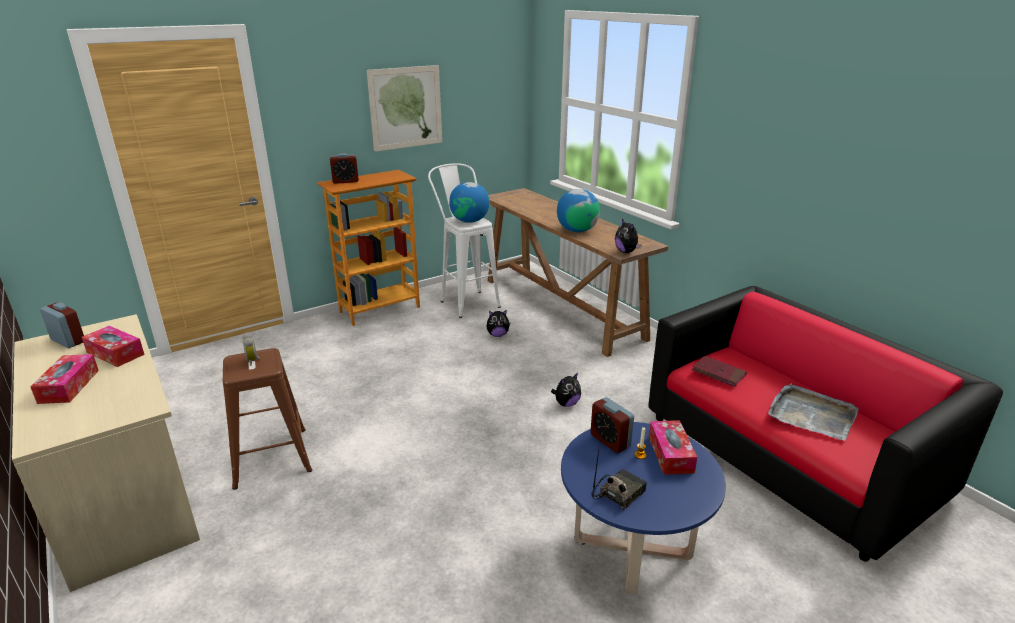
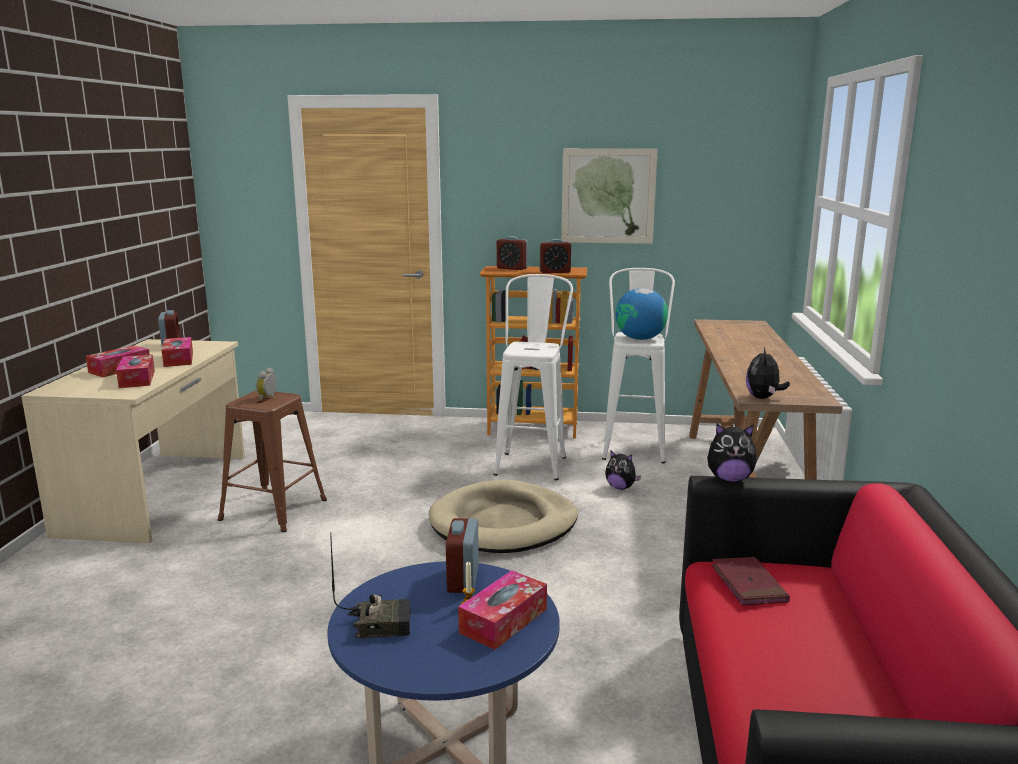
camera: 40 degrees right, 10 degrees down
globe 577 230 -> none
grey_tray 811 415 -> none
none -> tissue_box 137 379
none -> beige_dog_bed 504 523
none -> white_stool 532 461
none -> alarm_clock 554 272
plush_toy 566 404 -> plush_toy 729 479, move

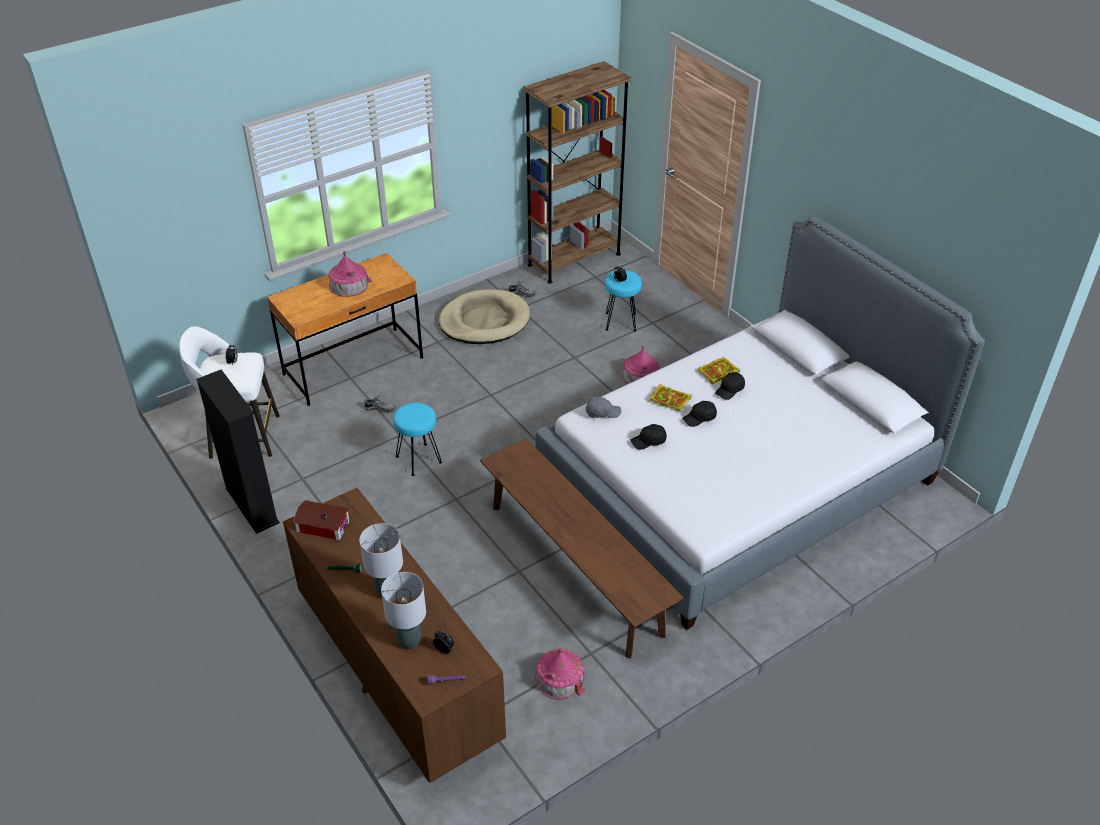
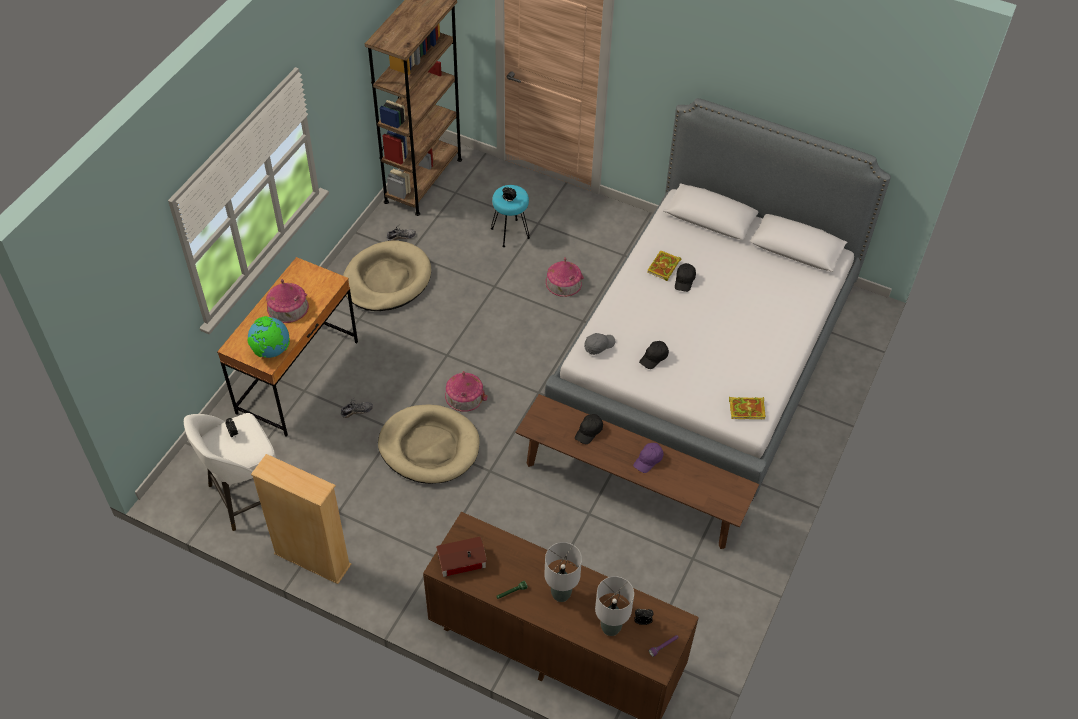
camera: 30 degrees left, 10 degrees up
none -> globe 271 351
none -> purple_cap 648 460
toy_house 559 678 -> toy_house 464 395, move
book 671 400 -> book 747 409, move
black_cap 700 418 -> black_cap 589 431, move
turquoise_stool 418 459 -> beige_dog_bed 429 446
black_bookcase 252 506 -> beige_bookcase 312 559

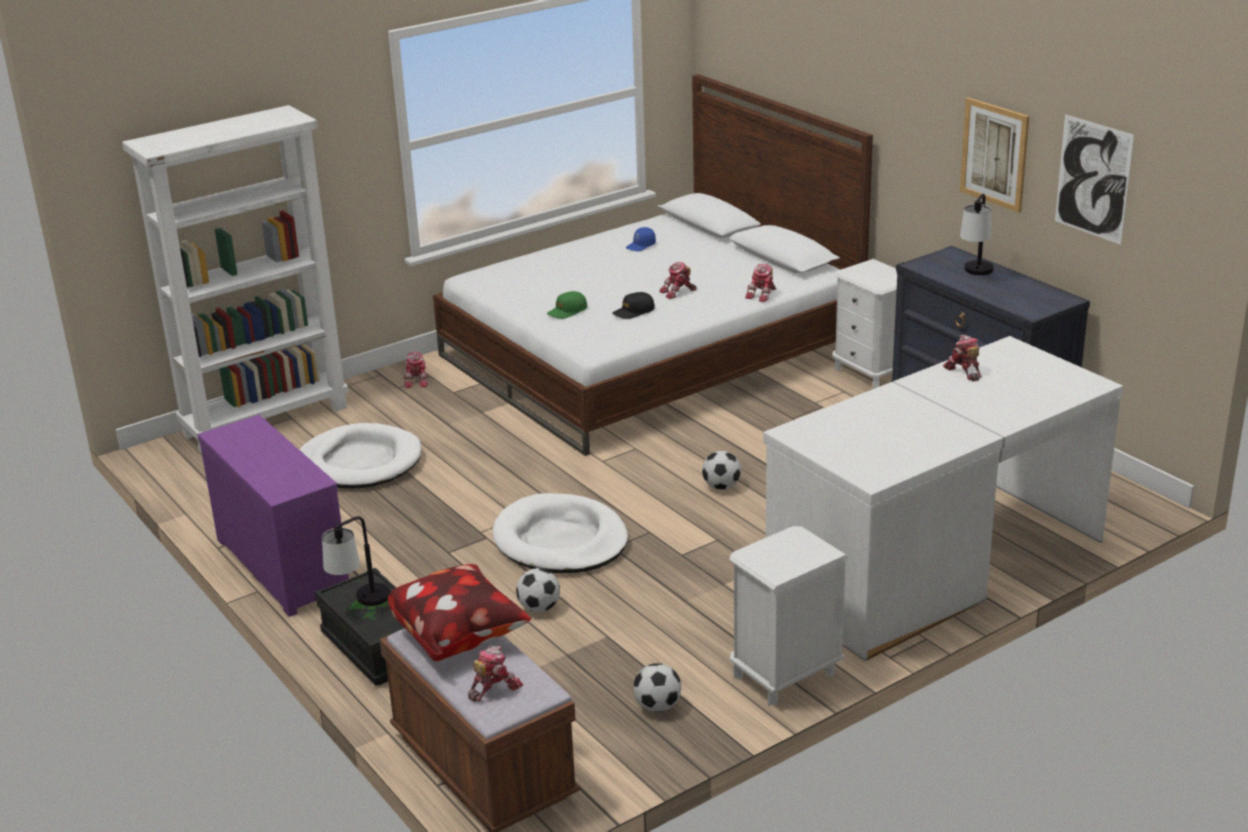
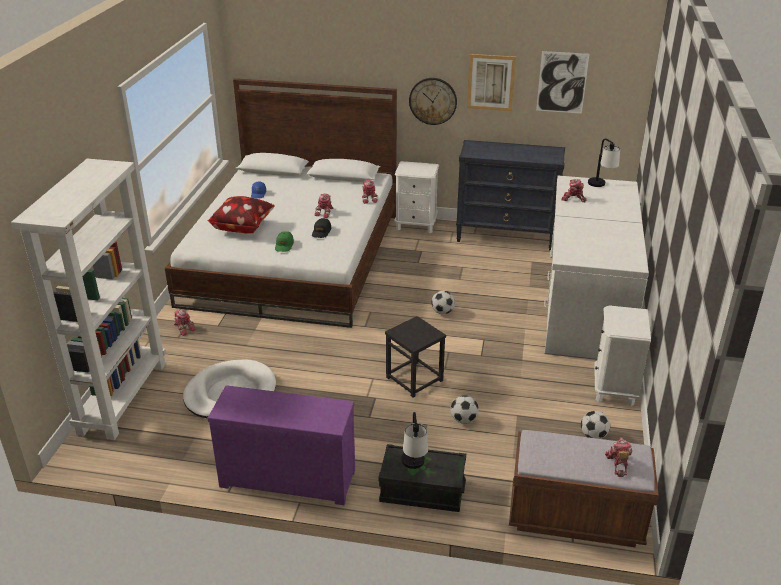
camera: 45 degrees left, 5 degrees up
none -> wall_clock 433 101
pillow 459 636 -> pillow 242 227, move
table_lamp 976 275 -> table_lamp 601 186, move
white_dog_bed 560 540 -> black_stool 415 379

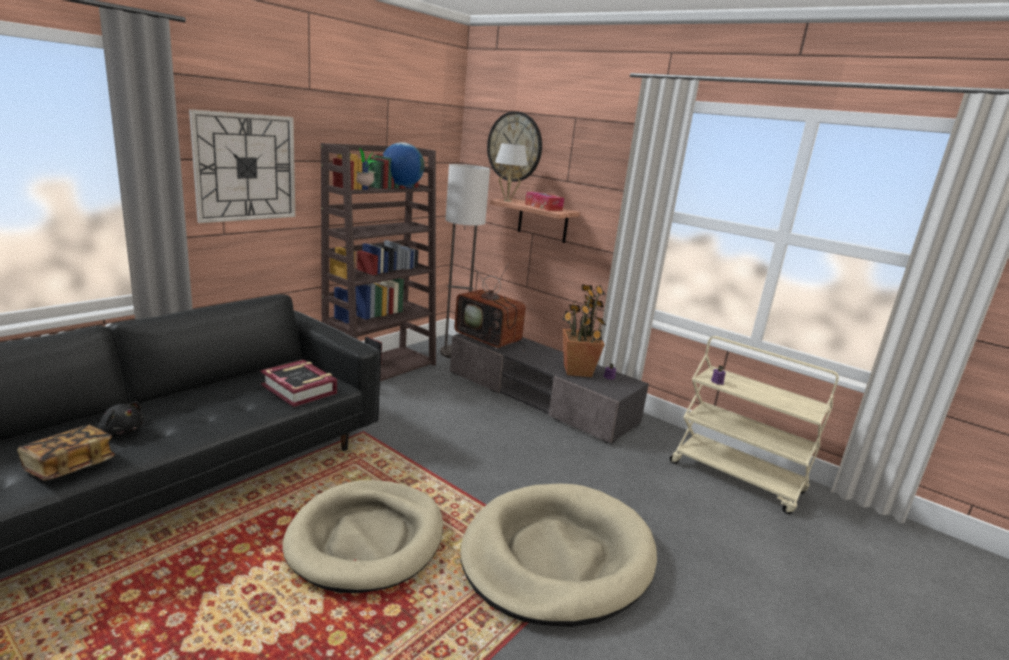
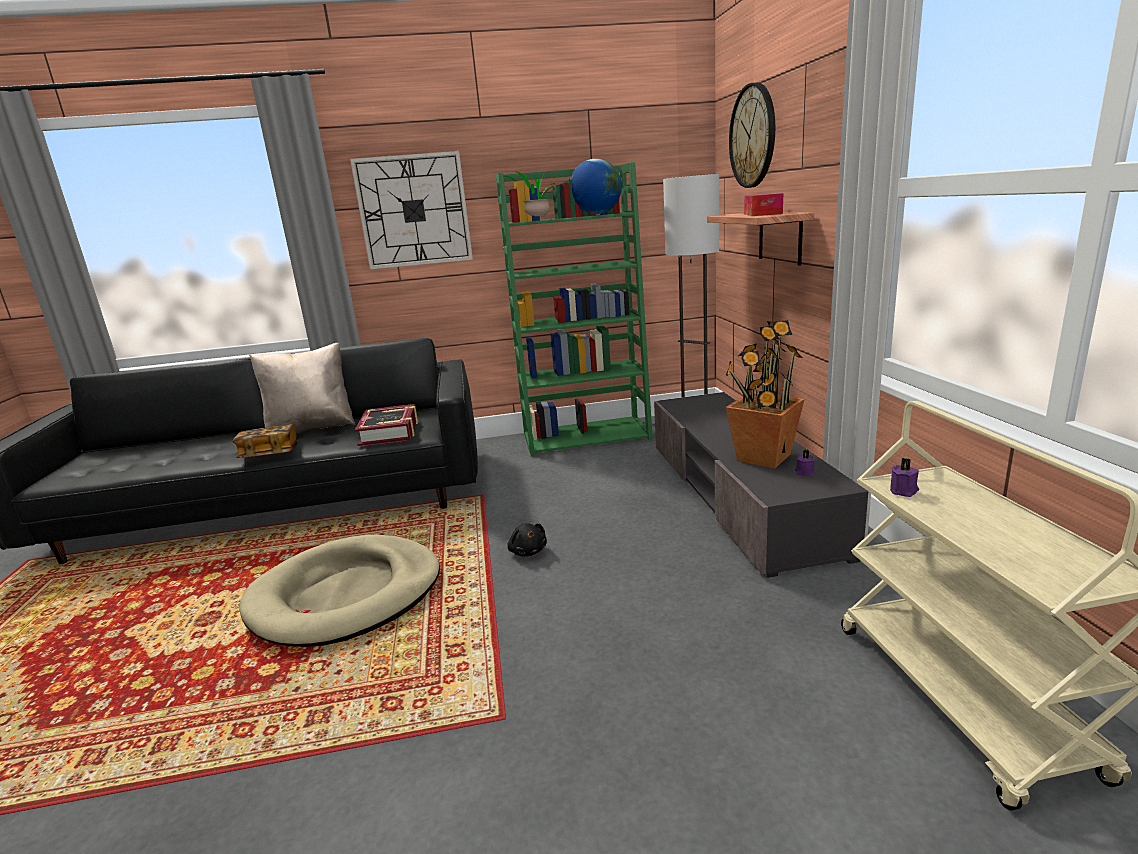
camera: 45 degrees right, 0 degrees up
television 490 340 -> none
beige_dog_bed 557 557 -> none
white_table_lamp 507 201 -> none
none -> beige_pillow 311 428
book 69 466 -> book 269 454, move
black_plush_toy 121 432 -> black_plush_toy 528 551, move
brown_bookcase 381 368 -> green_bookcase 587 436

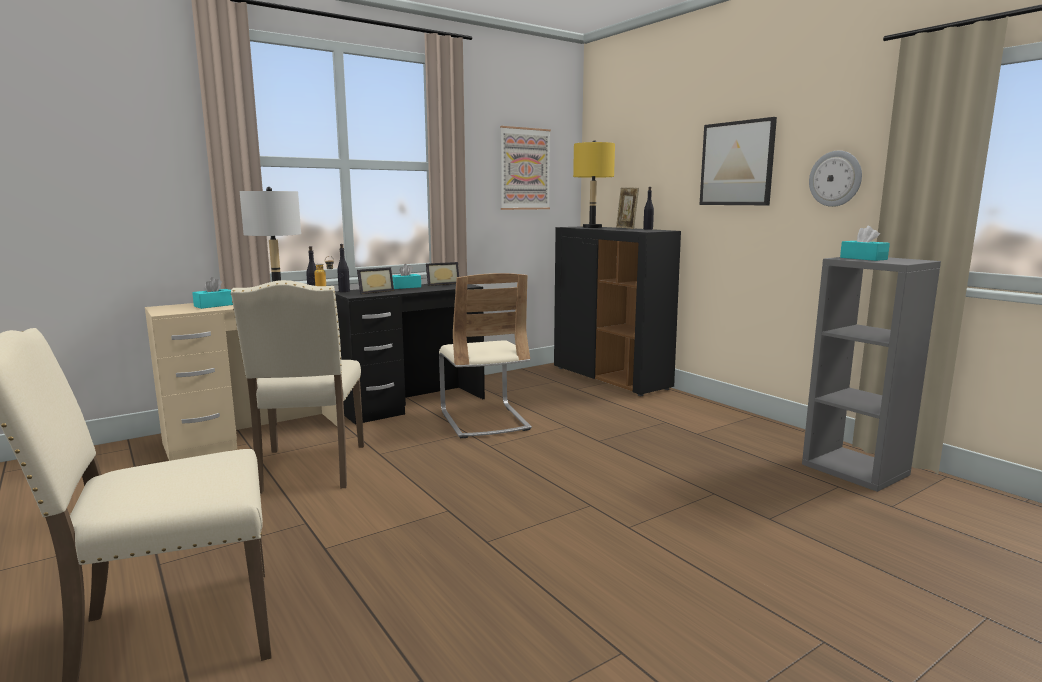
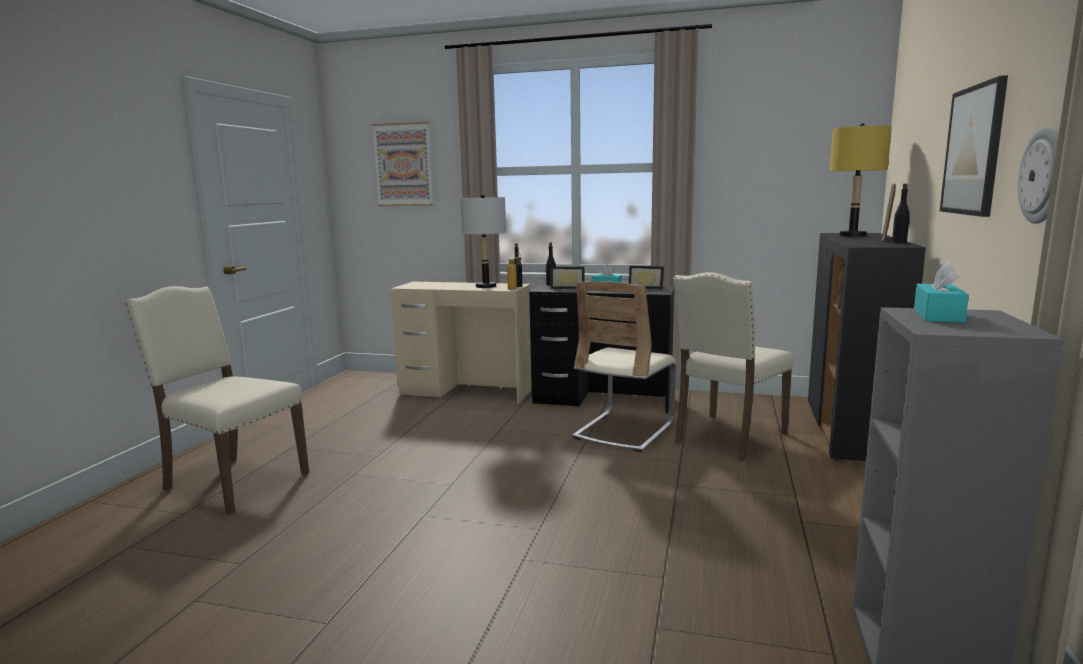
camera: 50 degrees right, 0 degrees up
turquoise_tissue_box 214 305 -> none
beige_chair 310 469 -> beige_chair 727 438, move
picture 524 169 -> picture 403 165, move

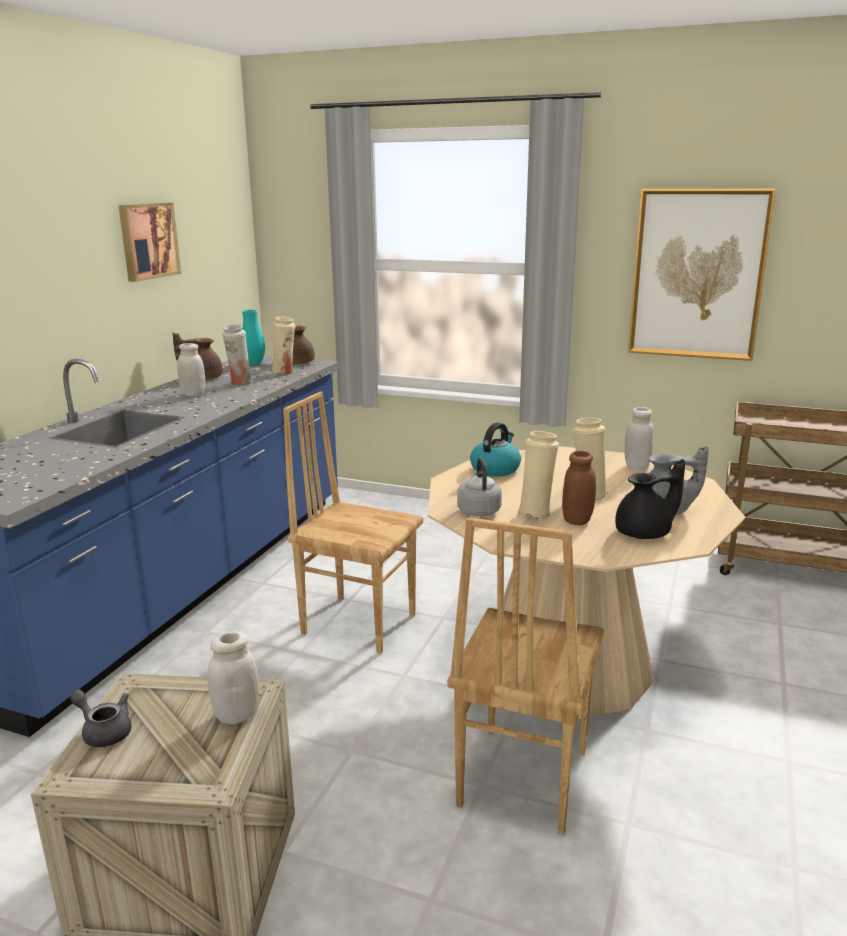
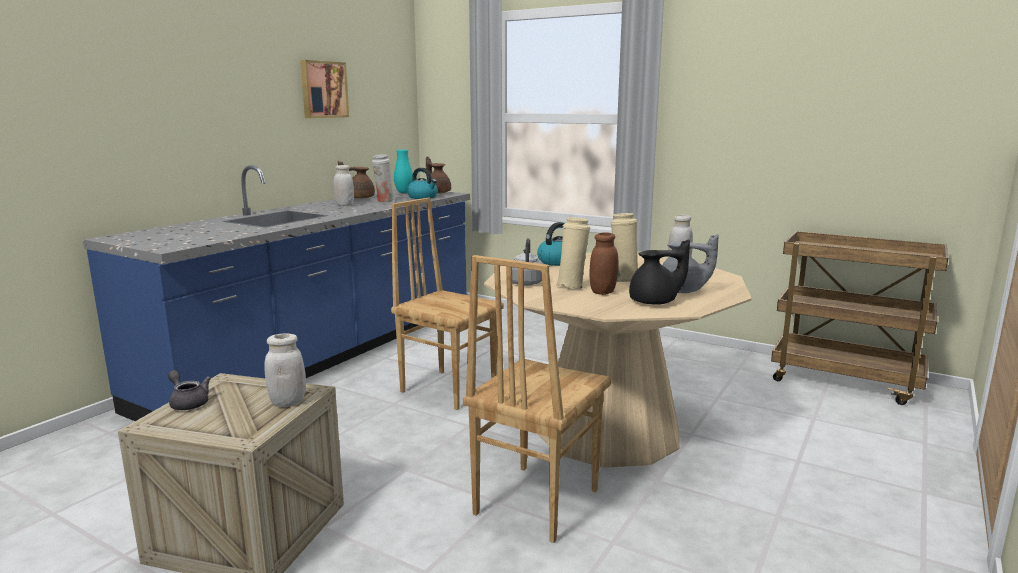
camera: 10 degrees right, 5 degrees down
picture 697 274 -> none
beige_vase 285 373 -> kettle 423 197

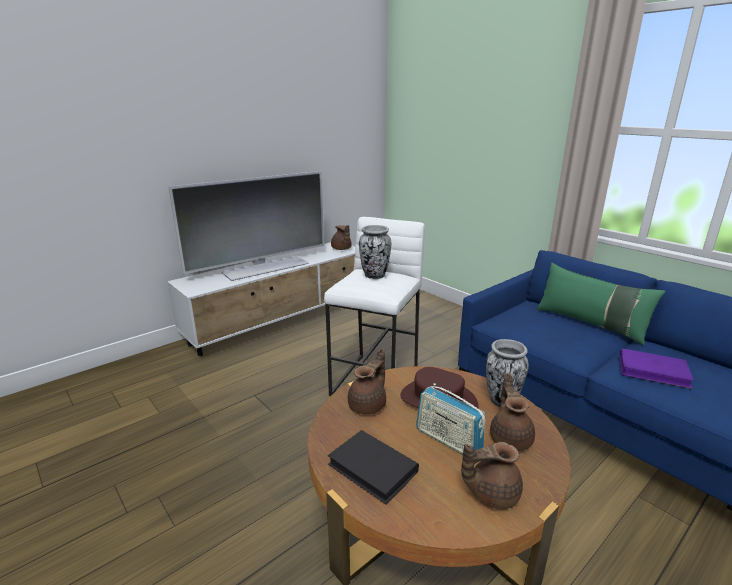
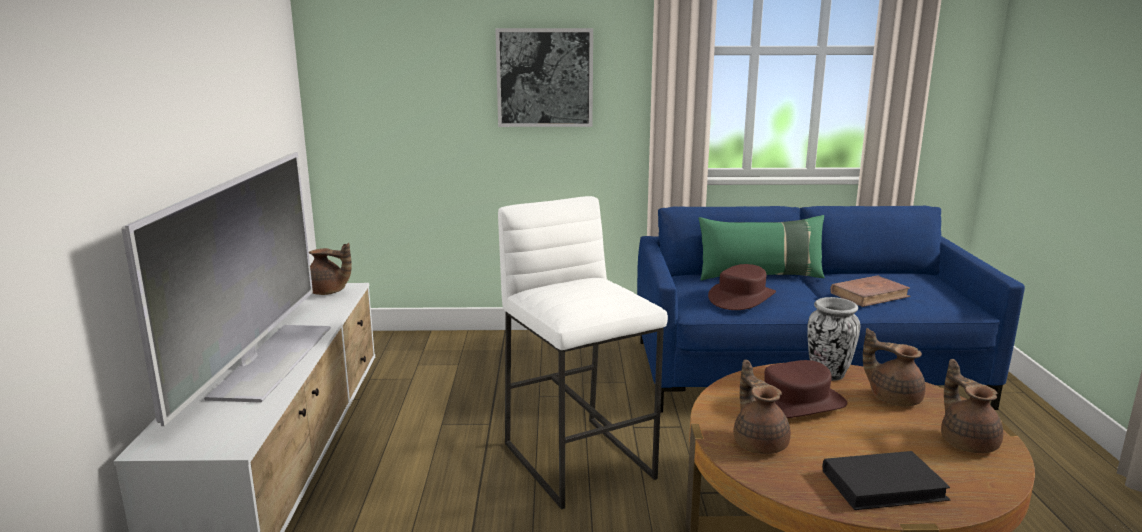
camera: 50 degrees left, 5 degrees down
vase 374 276 -> none
radio 448 440 -> none
none -> picture 545 77
none -> brown_hat 741 297
purple_book 653 371 -> brown_book 869 295
brown_teapot 491 493 -> brown_teapot 967 442, 135 degrees clockwise

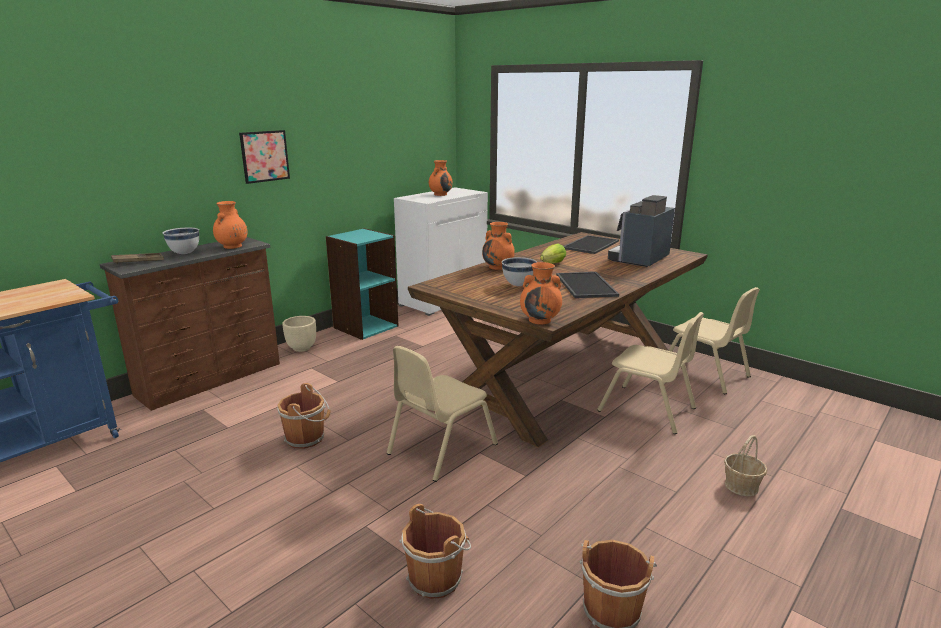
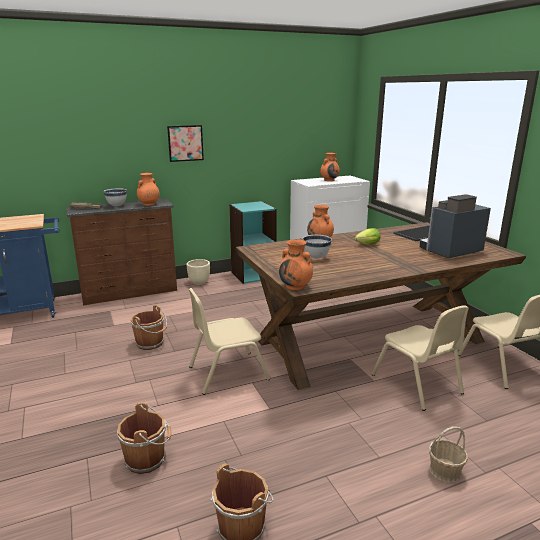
camera: 25 degrees right, 0 degrees up
tray 584 285 -> none

